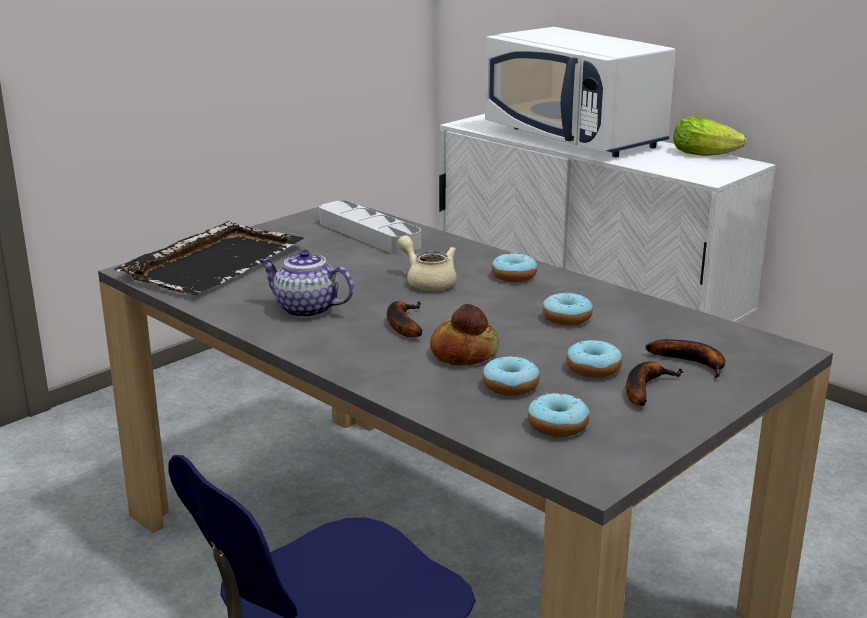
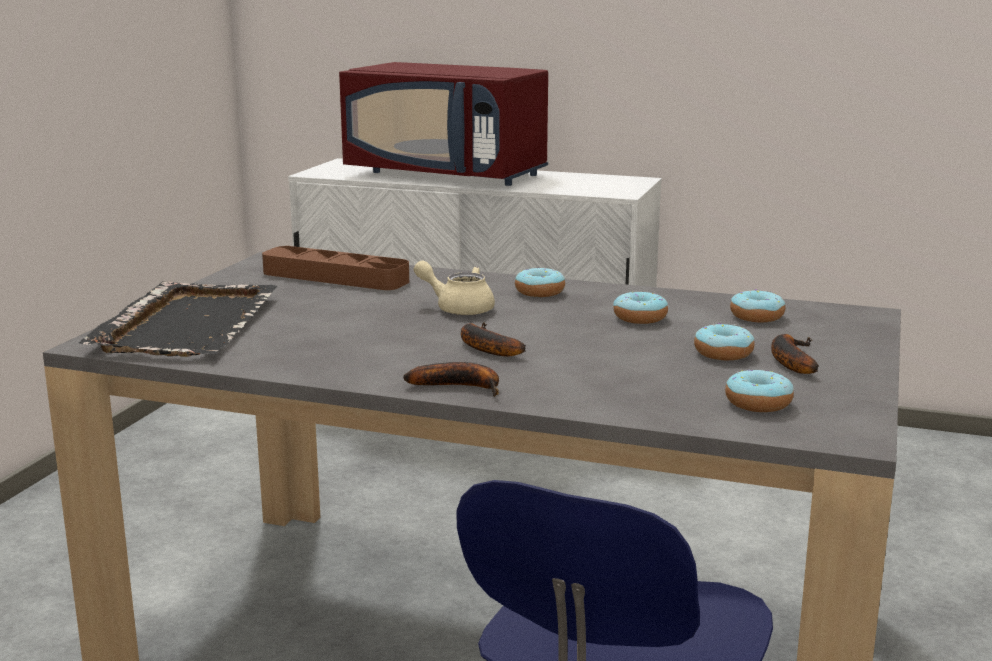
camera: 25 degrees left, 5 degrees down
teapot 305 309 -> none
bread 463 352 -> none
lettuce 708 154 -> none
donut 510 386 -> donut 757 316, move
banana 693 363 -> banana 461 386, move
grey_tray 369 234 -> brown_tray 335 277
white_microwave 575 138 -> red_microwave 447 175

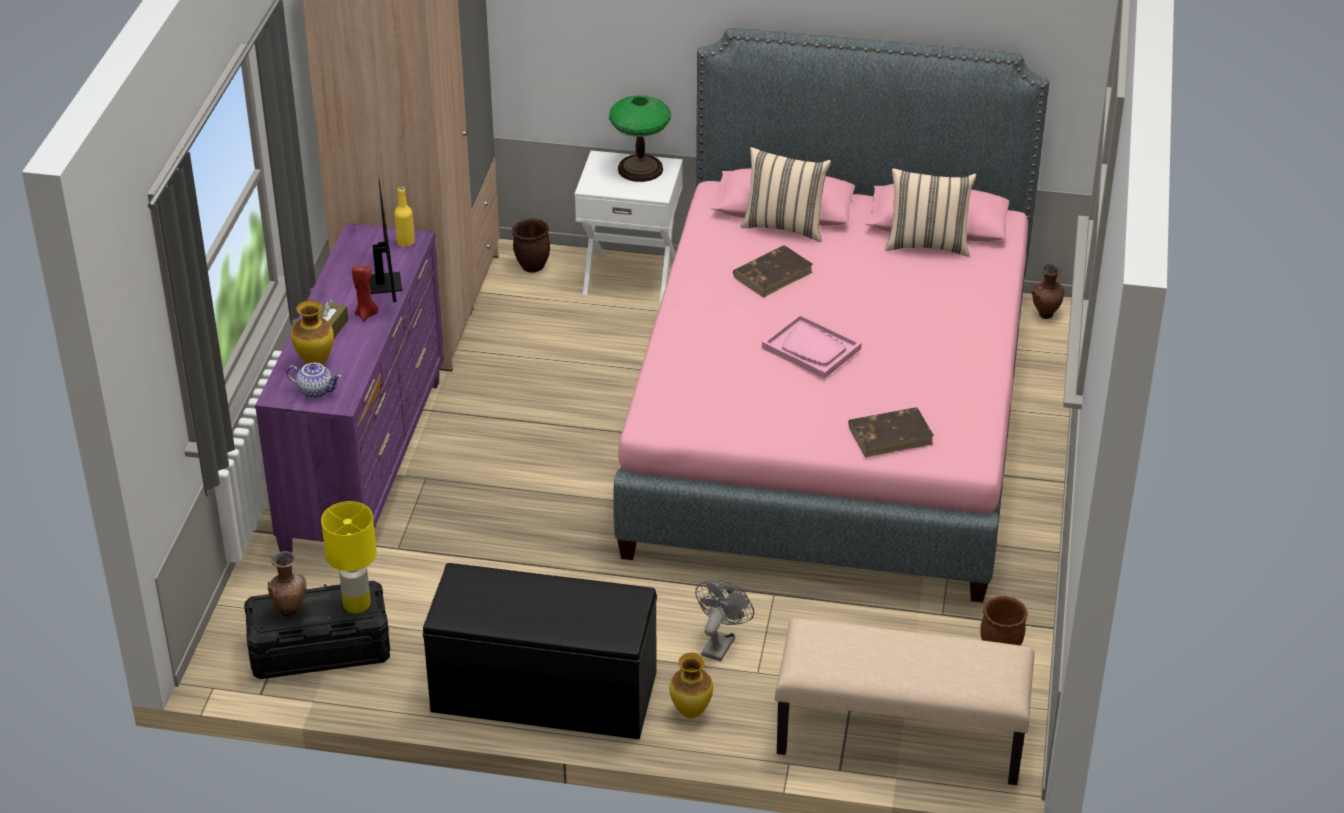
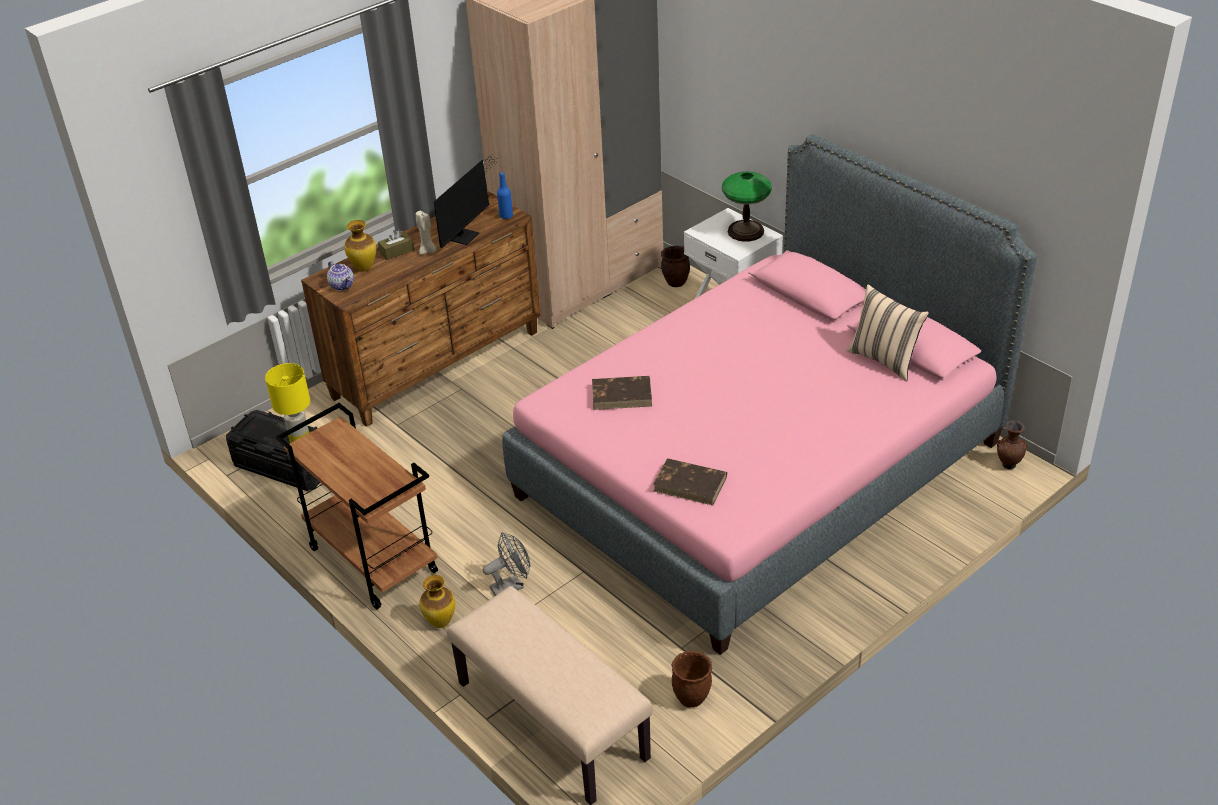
camera: 40 degrees right, 0 degrees up
brown_vase 290 610 -> none
beige_pillow 784 226 -> none
pink_tray 811 348 -> none
brown_book 773 274 -> brown_book 622 395, move
black_bench 544 693 -> brown_cart 371 560
purple_dresser 366 465 -> brown_dresser 438 365
red_candle 366 314 -> beige_candle 428 251
yellow_bottle 405 242 -> blue_bottle 506 216

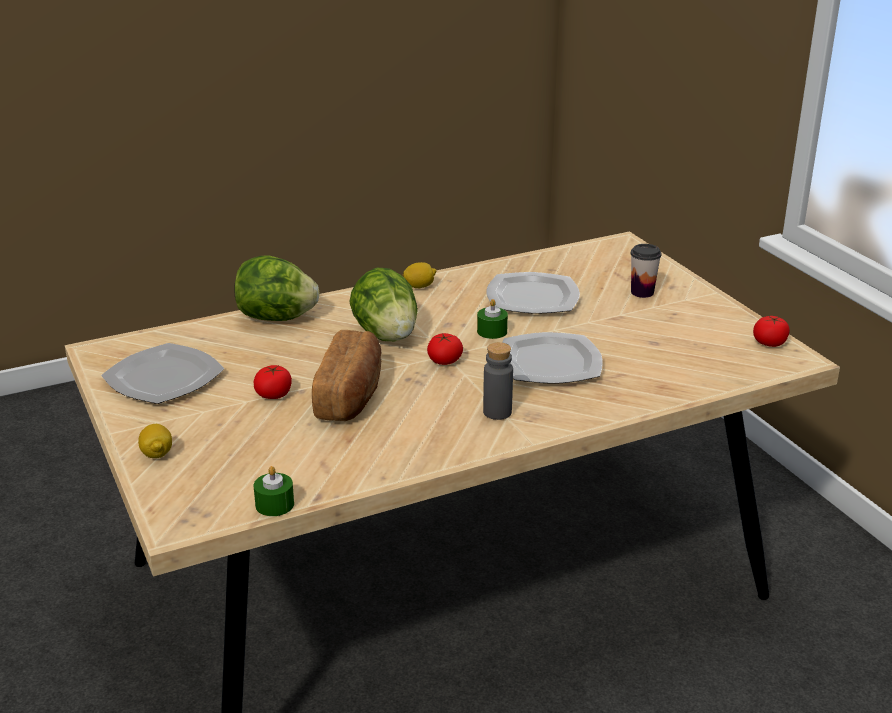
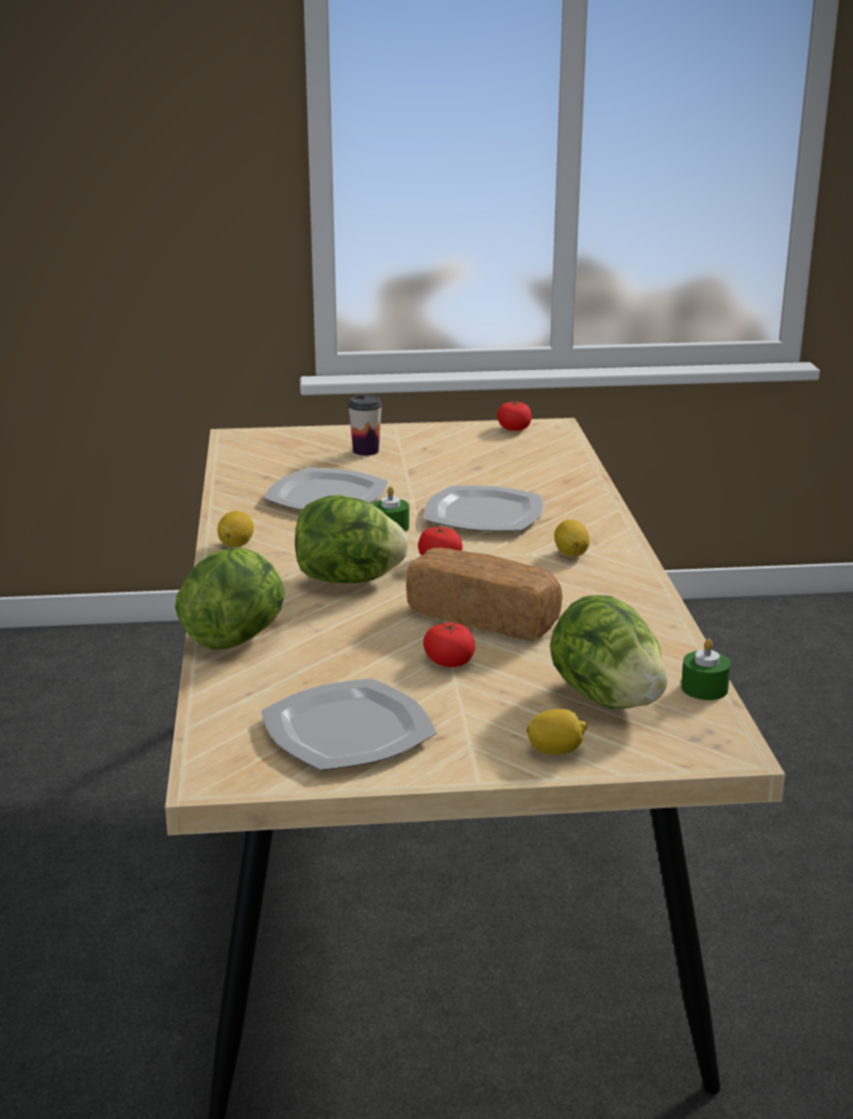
camera: 70 degrees left, 5 degrees down
none -> lettuce 606 698
grey_bottle 497 412 -> lemon 571 553

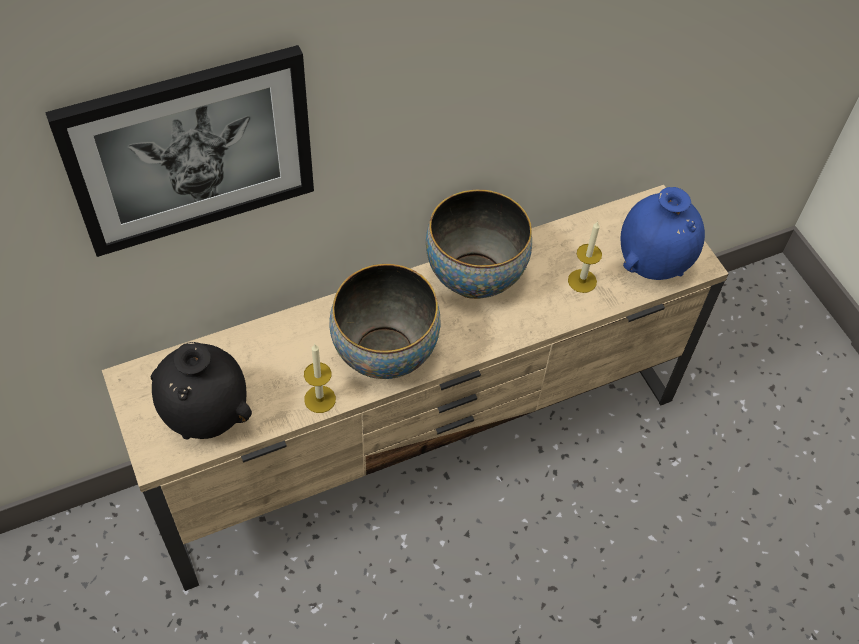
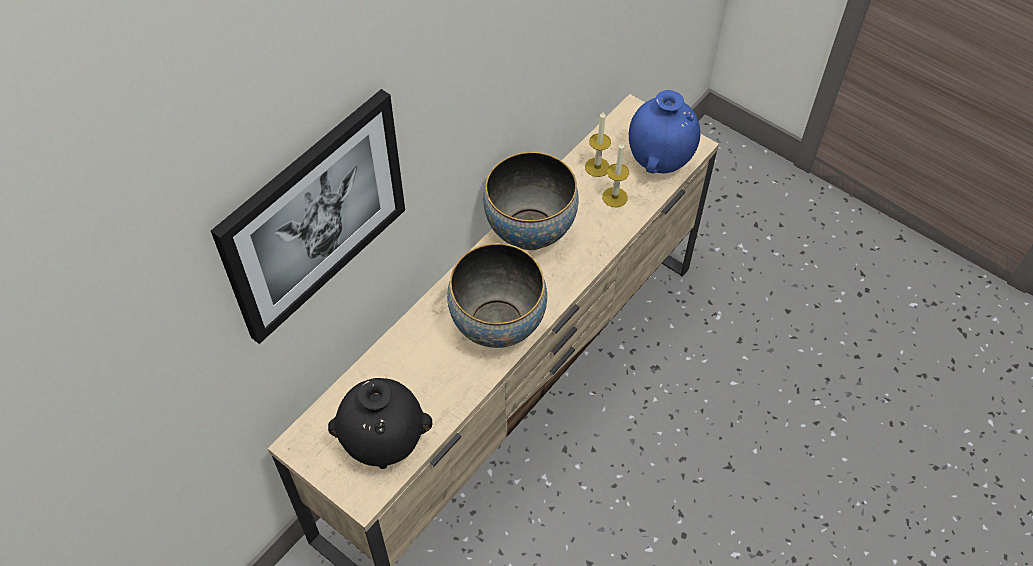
camera: 25 degrees left, 0 degrees up
candle 320 399 -> candle 597 167, move

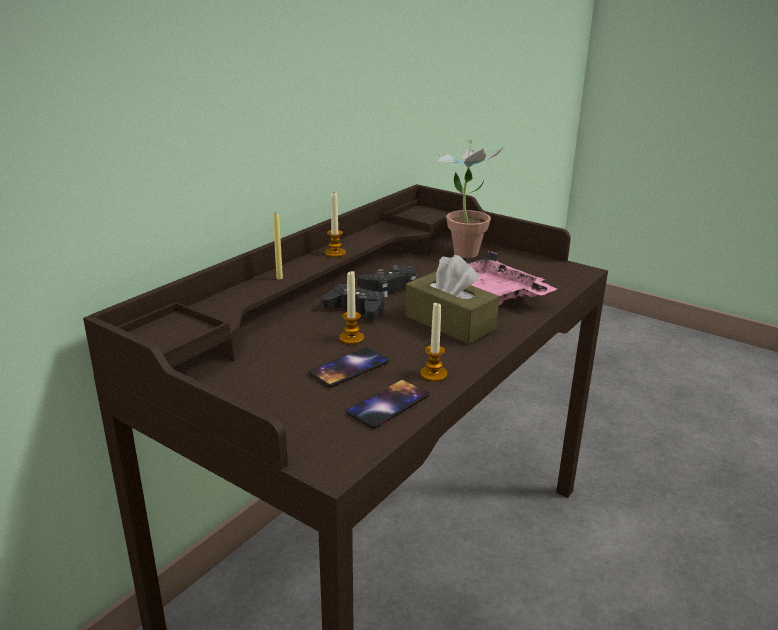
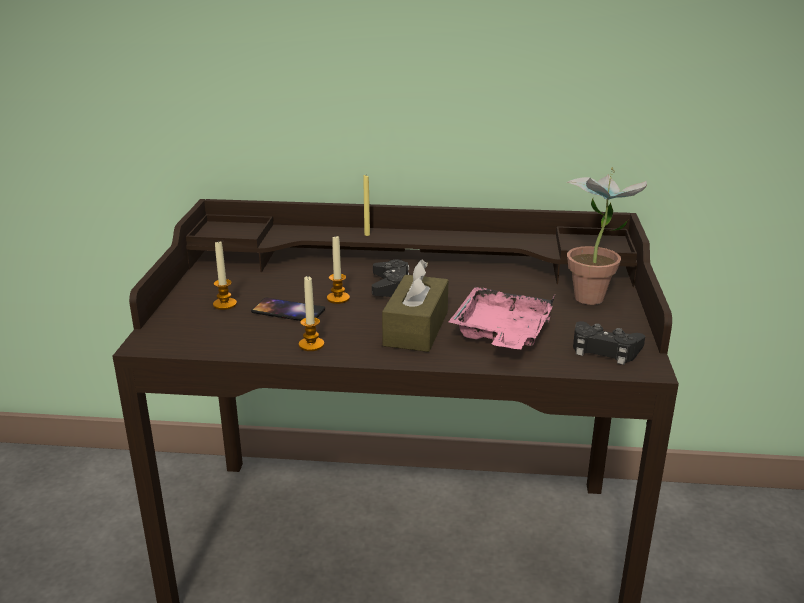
camera: 60 degrees right, 0 degrees up
phone 388 404 -> none
candle 335 253 -> candle 224 304, move
black_game_controller 389 287 -> black_game_controller 604 349, move

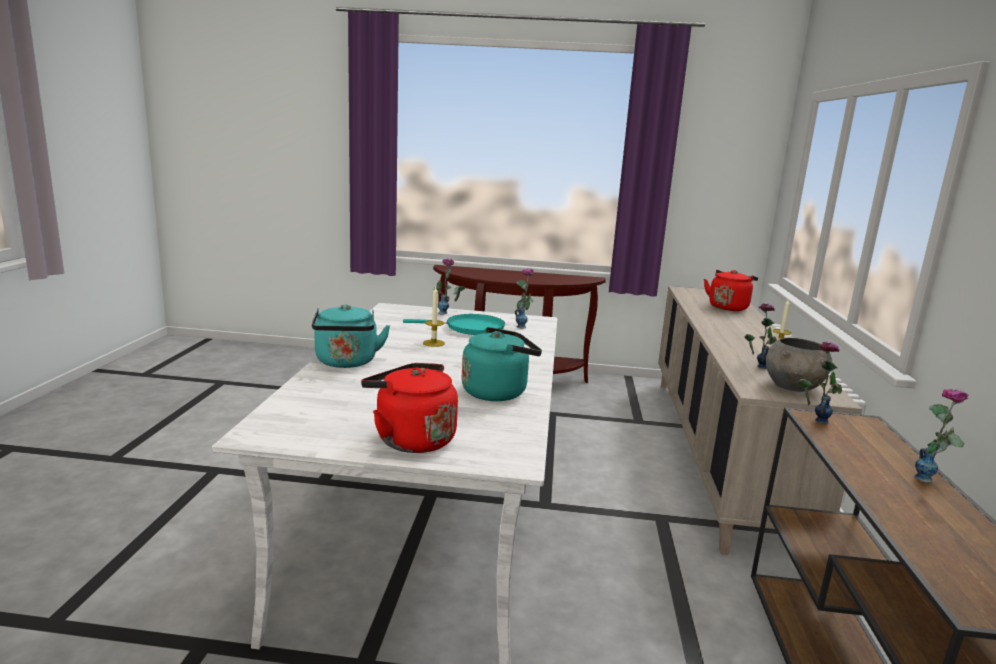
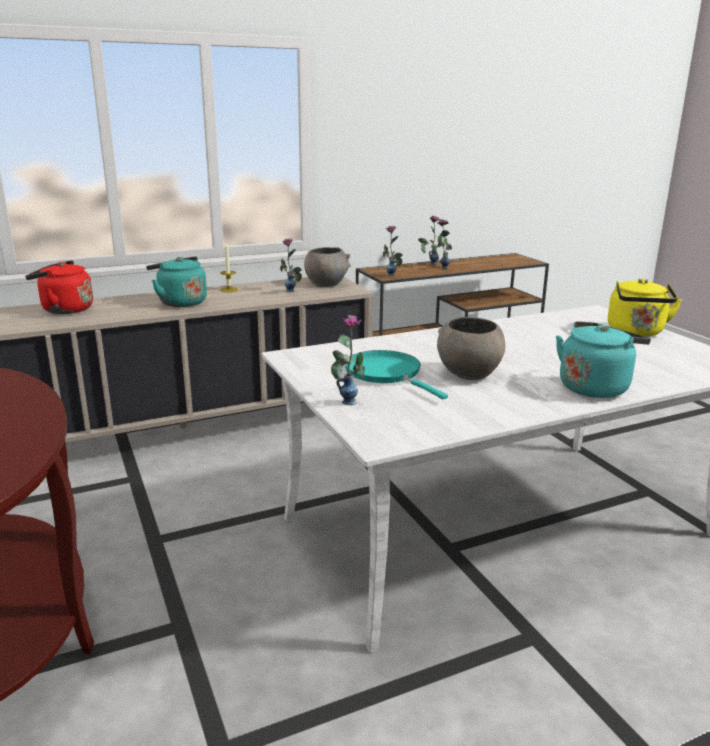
camera: 120 degrees left, 5 degrees up
turquoise_kettle 498 392 -> turquoise_kettle 180 302, move
vase 523 325 -> vase 439 268, move
candle 433 343 -> grey_bowl 468 374
red_kettle 411 439 -> yellow_kettle 636 332

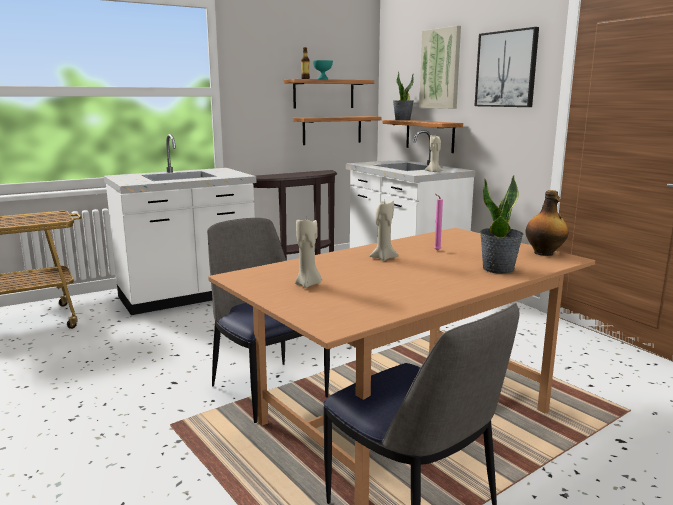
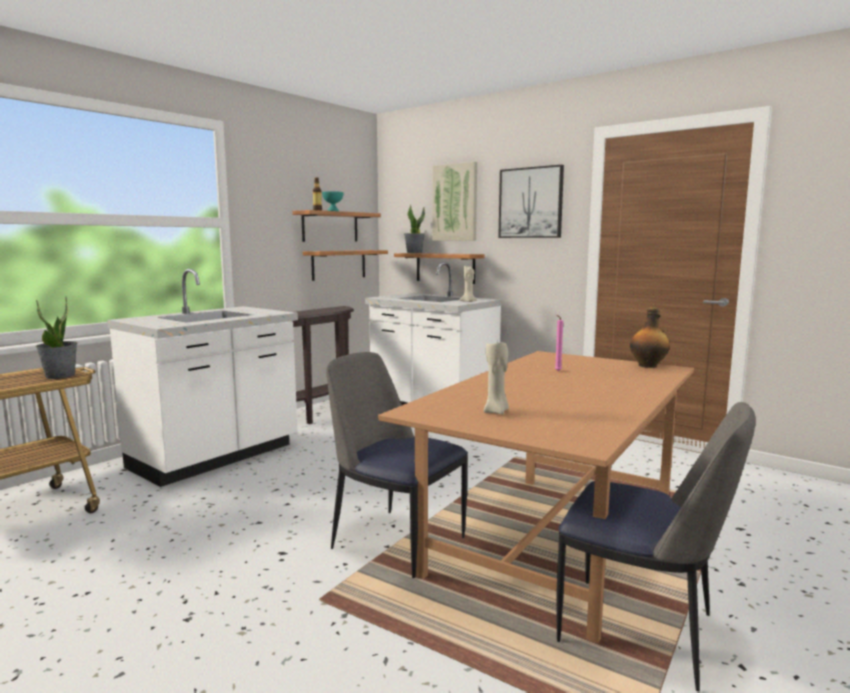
camera: 20 degrees left, 5 degrees down
beige_candle 383 258 -> none
potted_plant 498 269 -> potted_plant 60 376, move

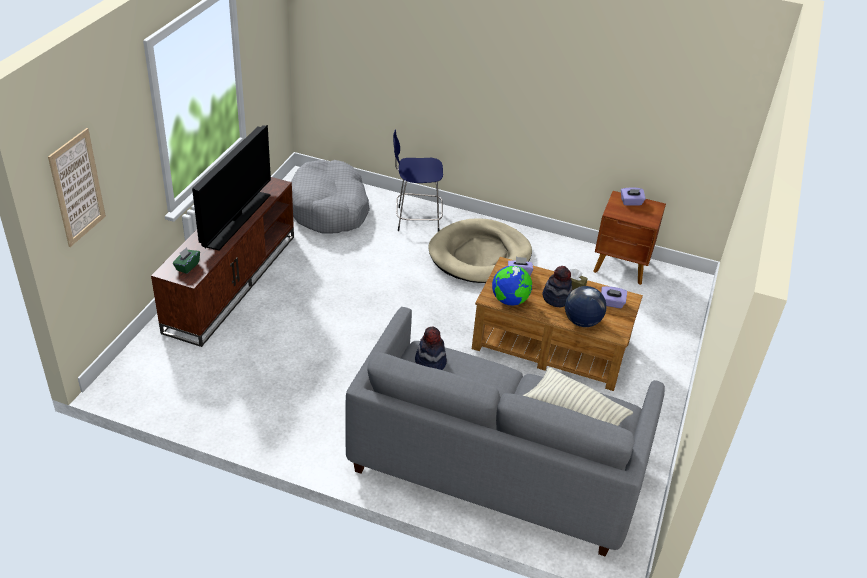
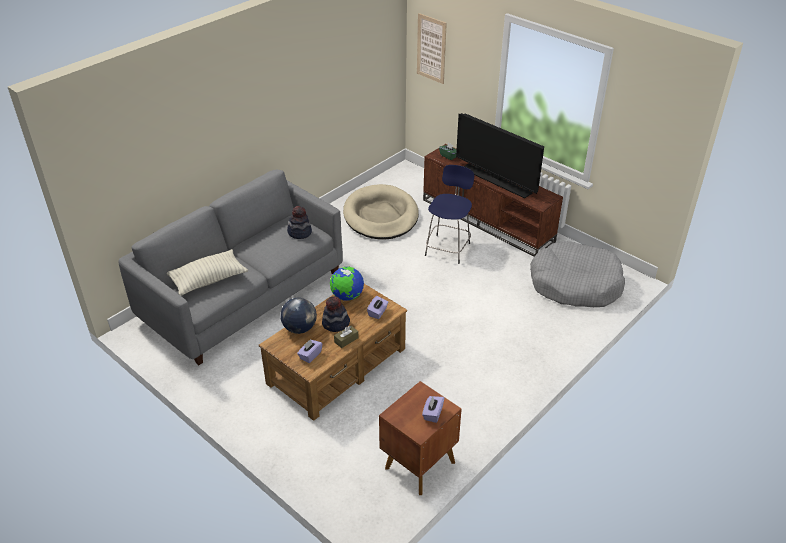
camera: 115 degrees right, 0 degrees up
blue_stool 416 219 -> blue_stool 448 248, move
beige_dog_bed 480 255 -> beige_dog_bed 381 216, move

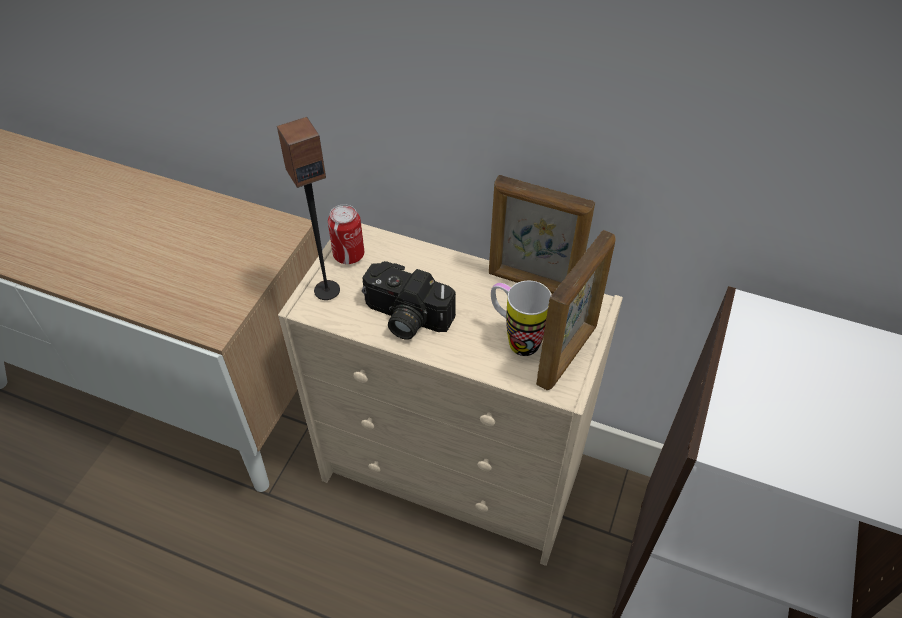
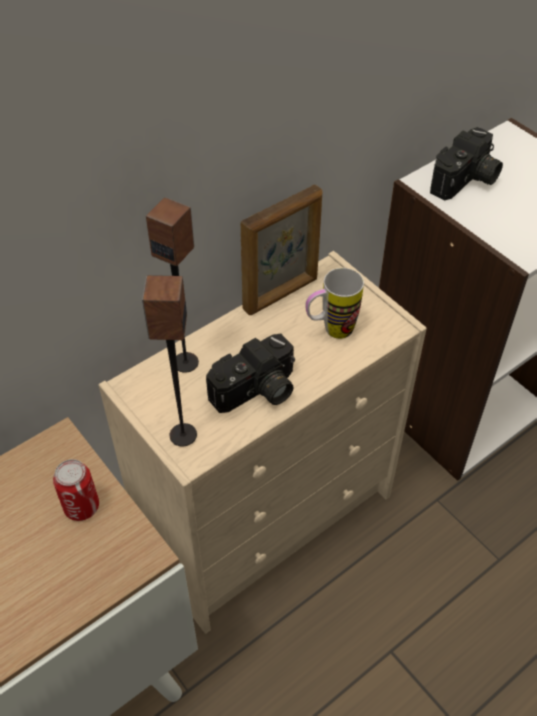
camera: 60 degrees left, 0 degrees up
picture_frame 568 354 -> none
none -> speaker 186 362
none -> photo_camera 466 181
can 349 255 -> can 81 506, move

